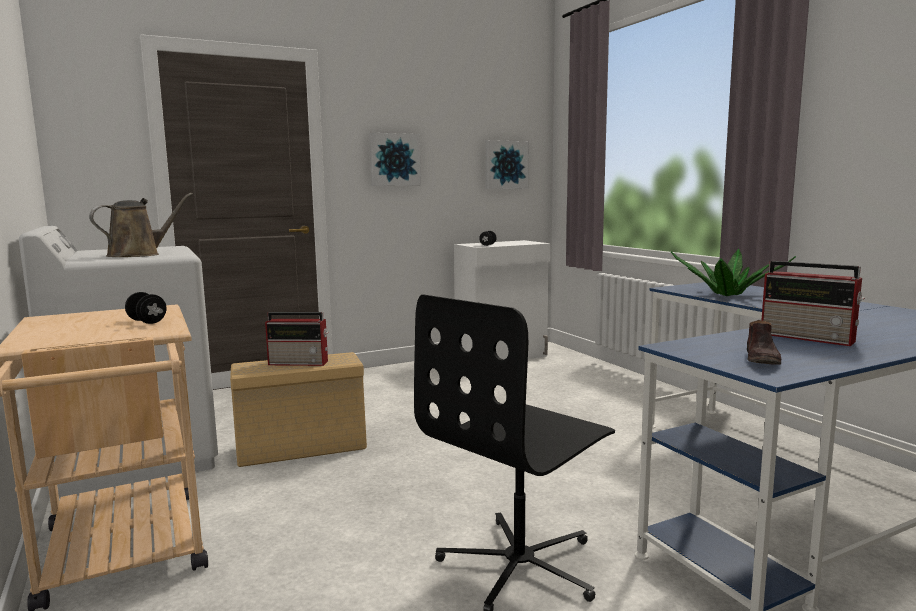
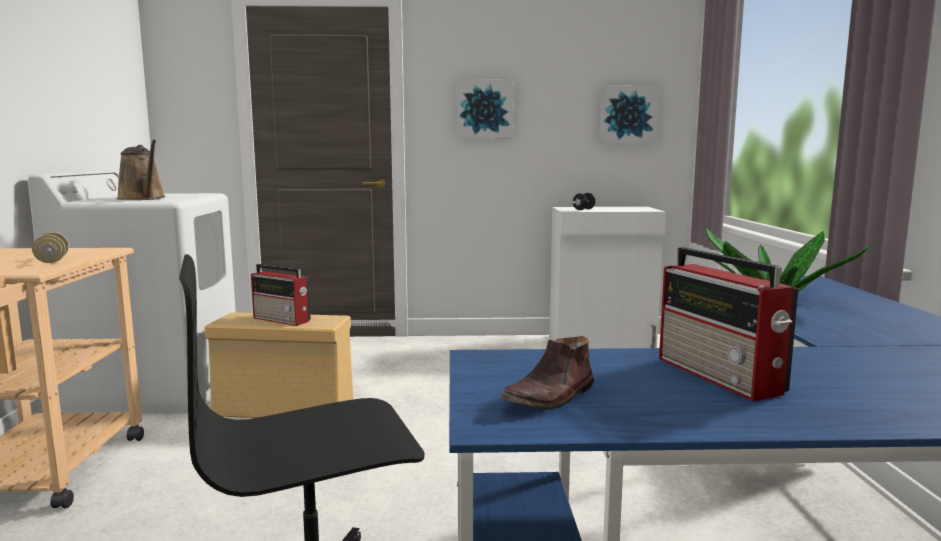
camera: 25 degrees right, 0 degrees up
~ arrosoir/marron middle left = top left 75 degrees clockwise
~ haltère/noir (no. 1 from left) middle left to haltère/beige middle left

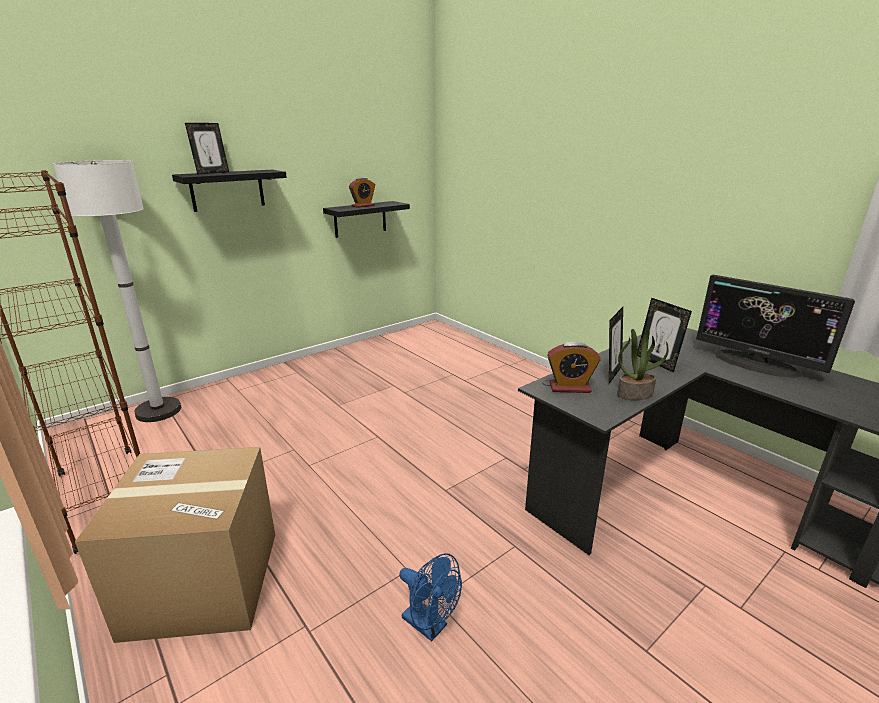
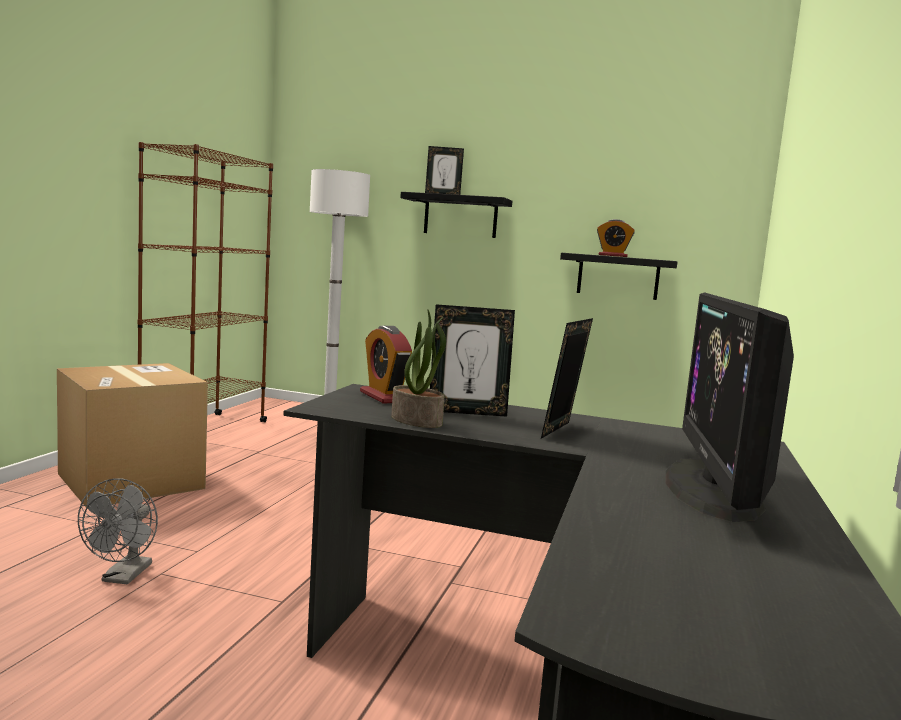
camera: 55 degrees right, 15 degrees down
~ ventilateur/bleu bottom centre to ventilateur/gris bottom left

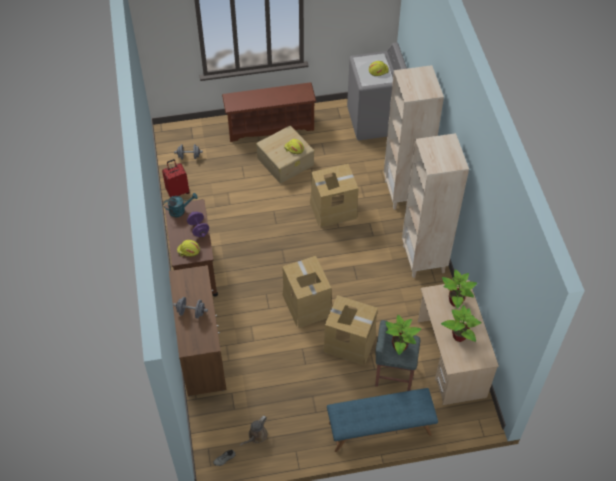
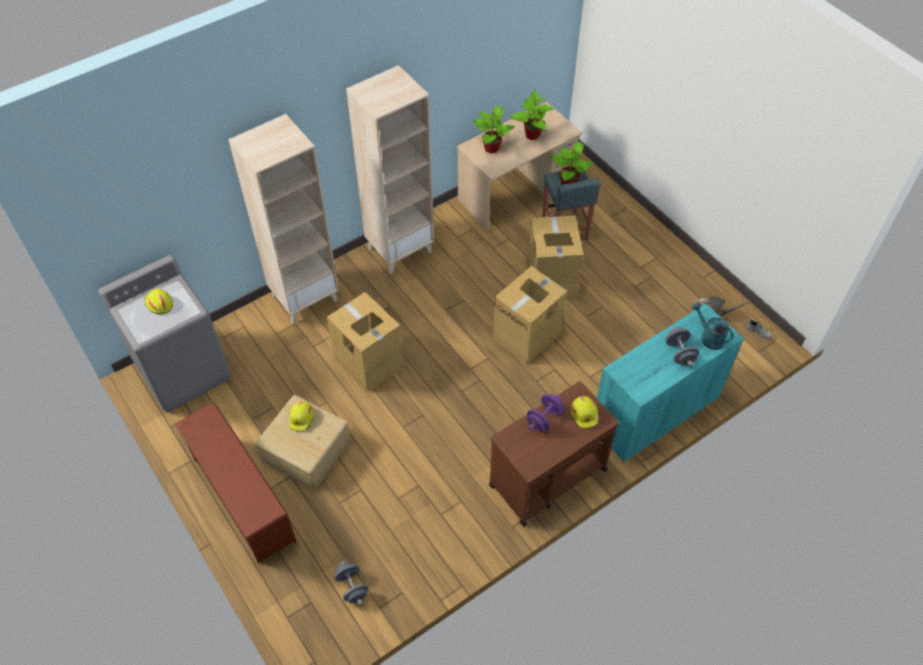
camera: 115 degrees left, 0 degrees up
- valise/rouge middle left
~ arrosoir/turquoise middle left to middle right
~ meuble de rangement/marron bottom left to meuble de rangement/turquoise middle right
- banc/bleu bottom centre

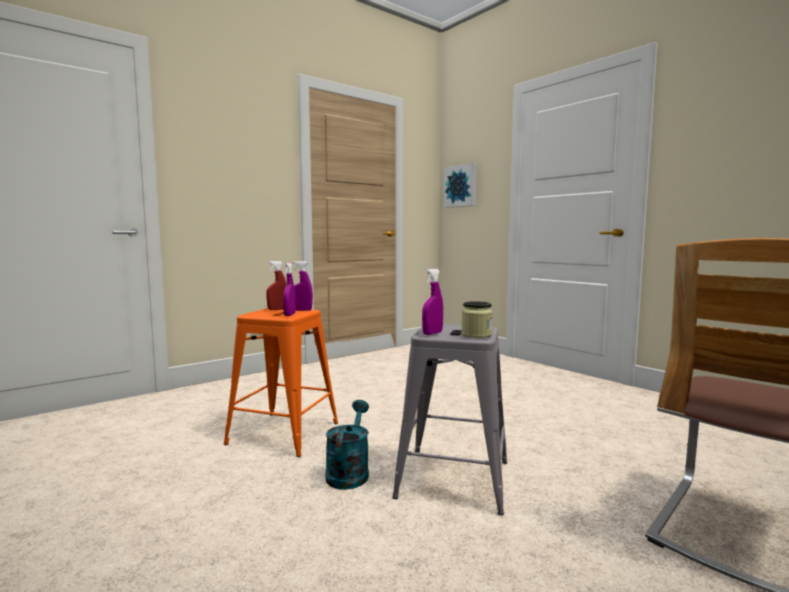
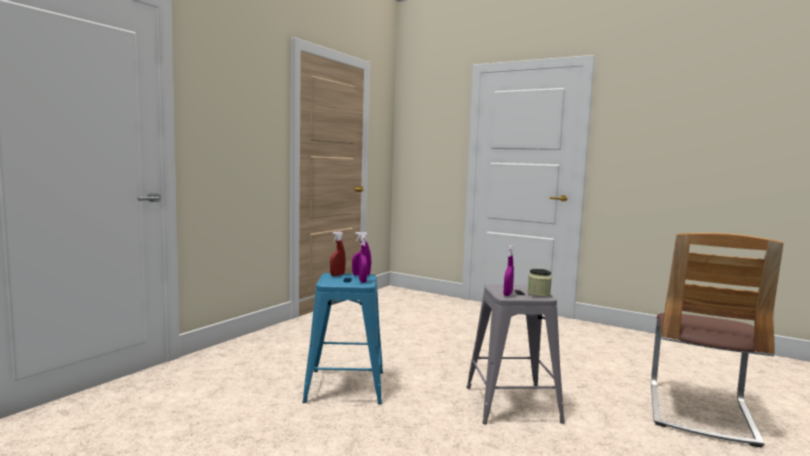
camera: 20 degrees left, 0 degrees up
~ tabouret/orange centre to tabouret/bleu bottom centre
- arrosoir/turquoise bottom centre
- tableau top centre

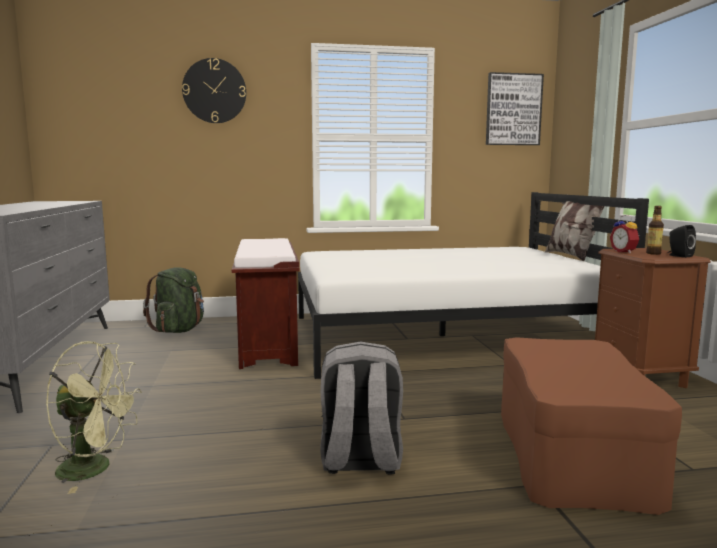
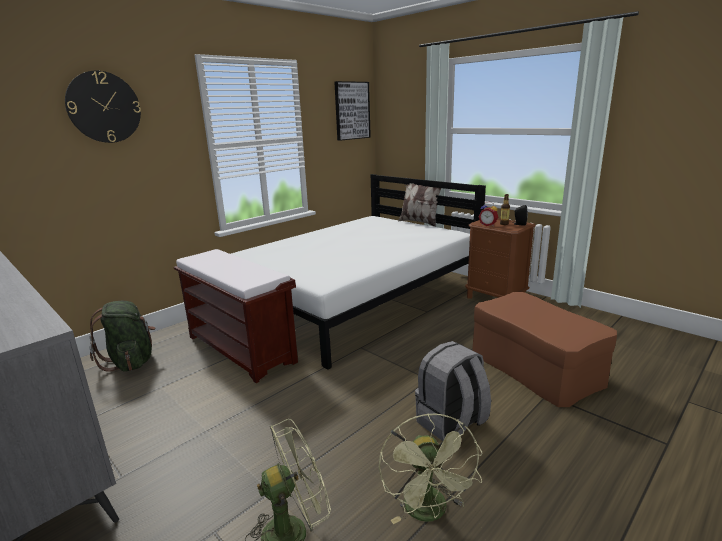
camera: 35 degrees left, 10 degrees up
+ ventilateur/vert (no. 2 from left) bottom centre

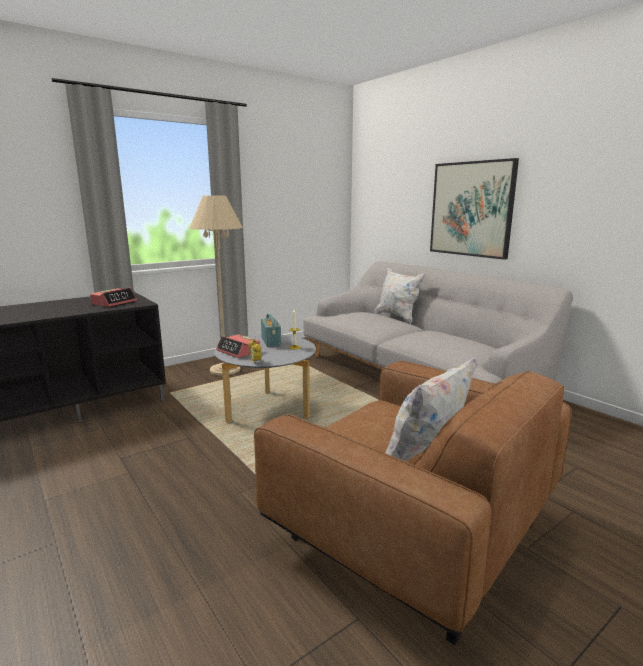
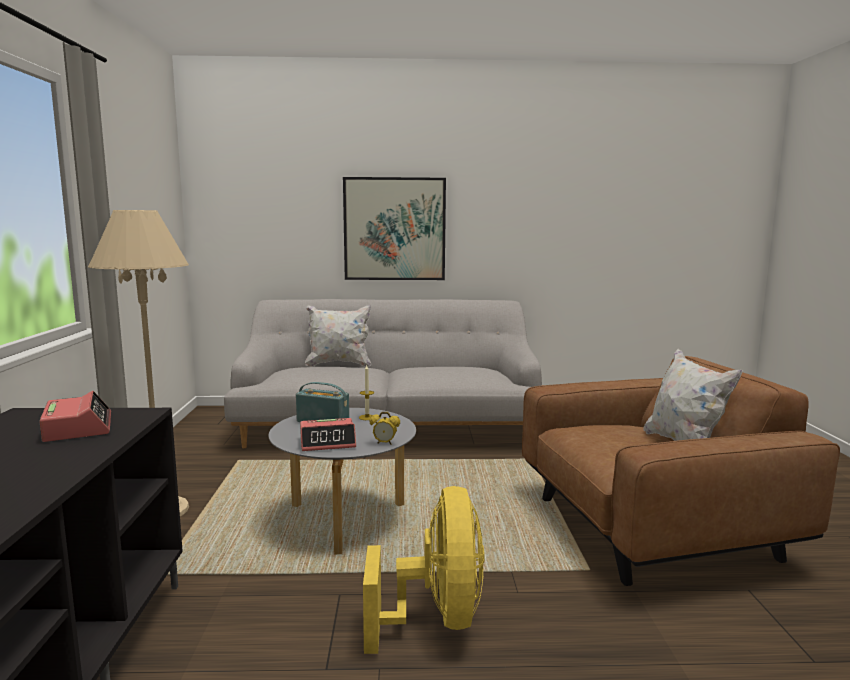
camera: 55 degrees left, 5 degrees down
+ ventilateur/jaune bottom centre

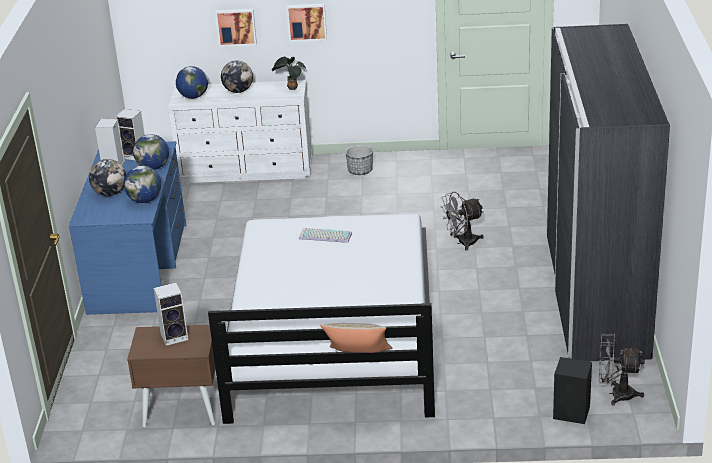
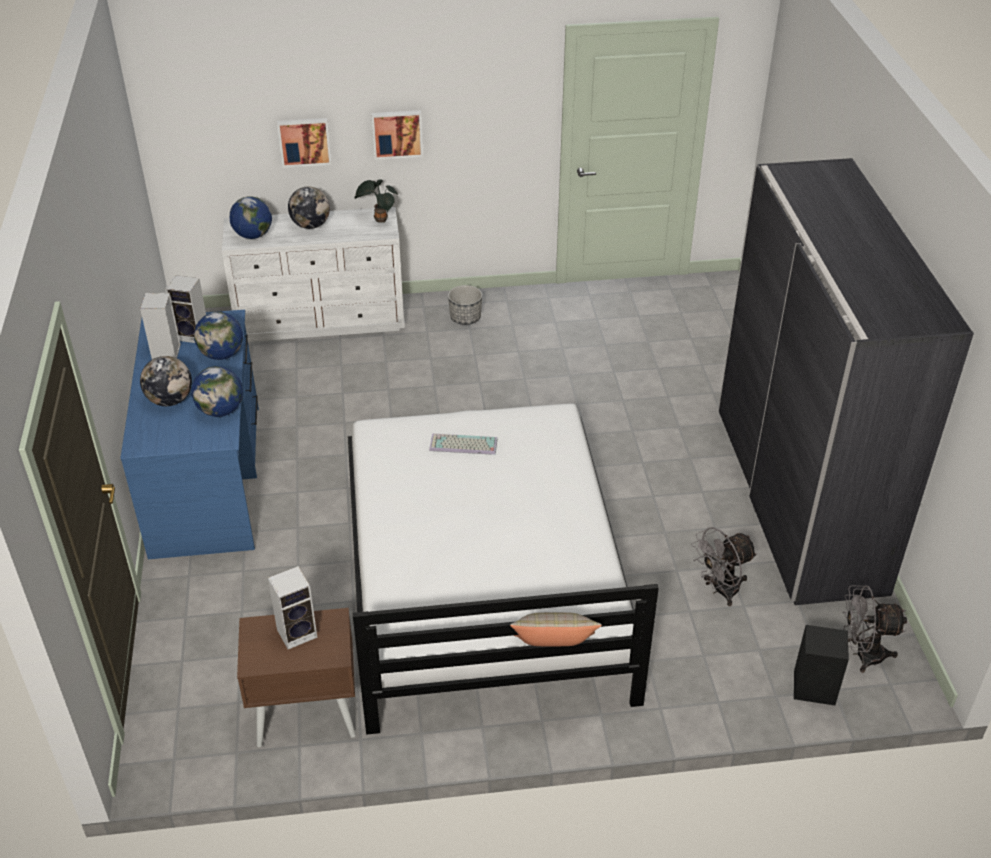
camera: 10 degrees left, 10 degrees up
~ ventilateur/gris (no. 1 from left) centre to middle right

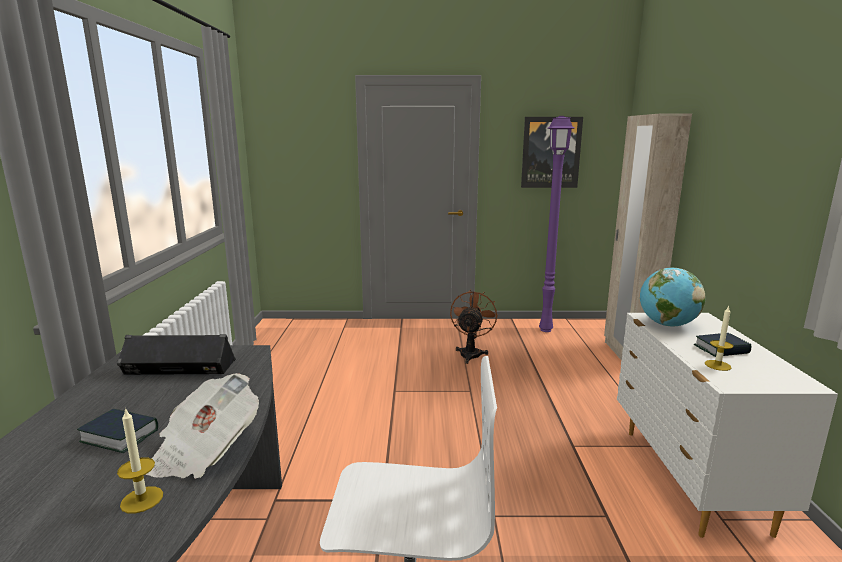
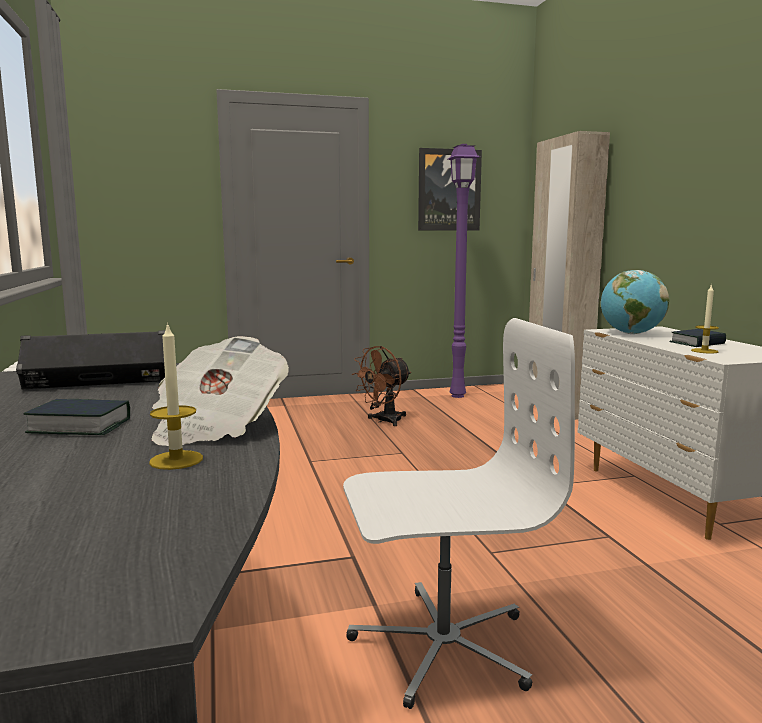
camera: 15 degrees left, 5 degrees down
~ ventilateur/marron centre = centre 135 degrees counterclockwise

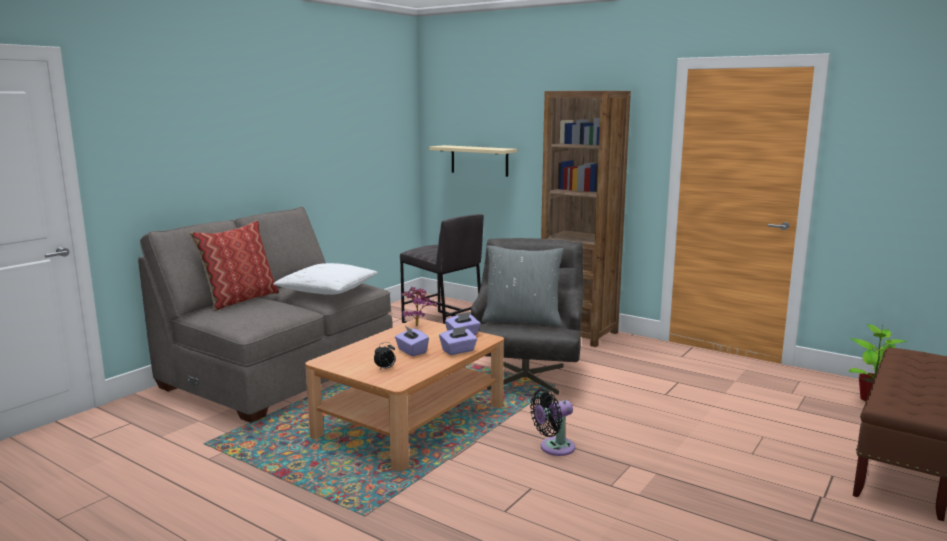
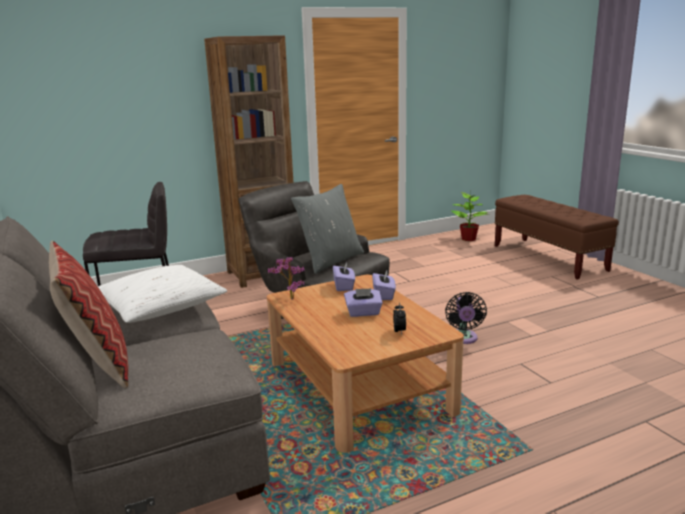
camera: 60 degrees left, 5 degrees up
- étagère/beige top centre

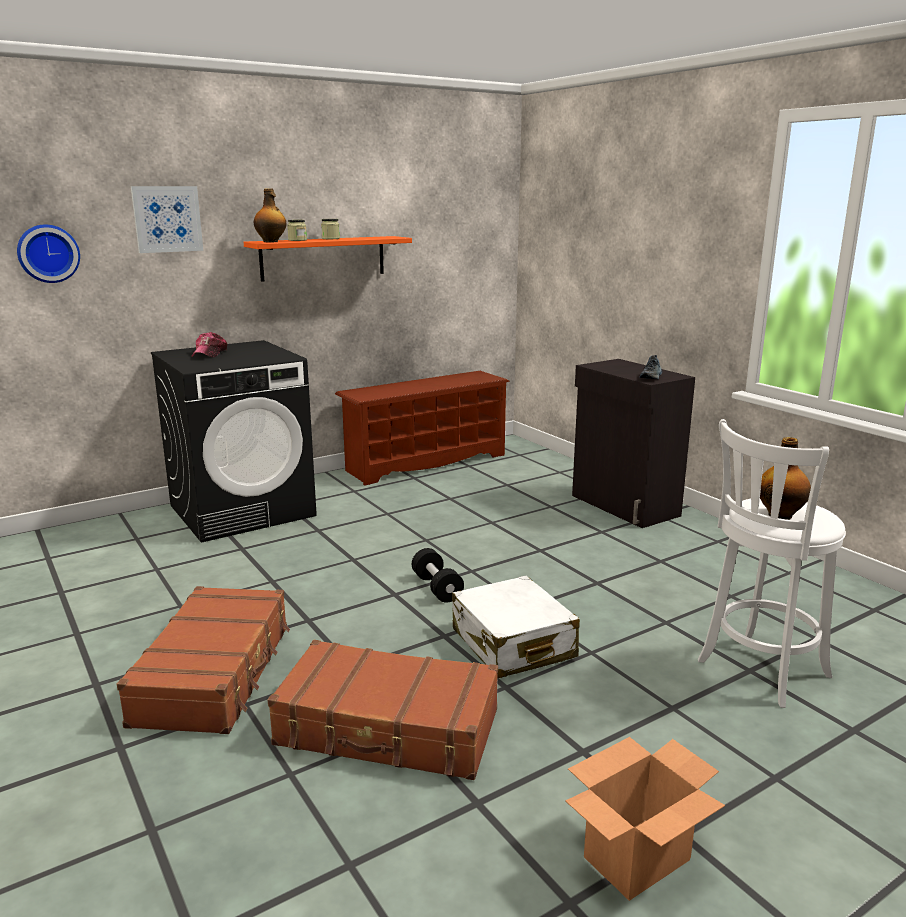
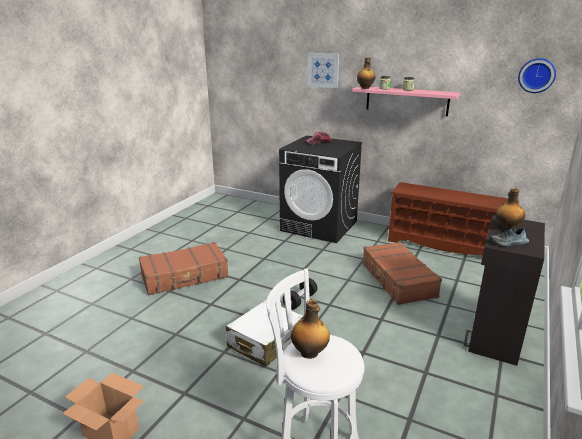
camera: 60 degrees right, 5 degrees up
~ horloge murale top left to top right
~ étagère/orange top centre to étagère/rose top right
~ valise/marron (no. 2 from left) bottom centre to middle right
+ bouteille (no. 3 from left) middle right

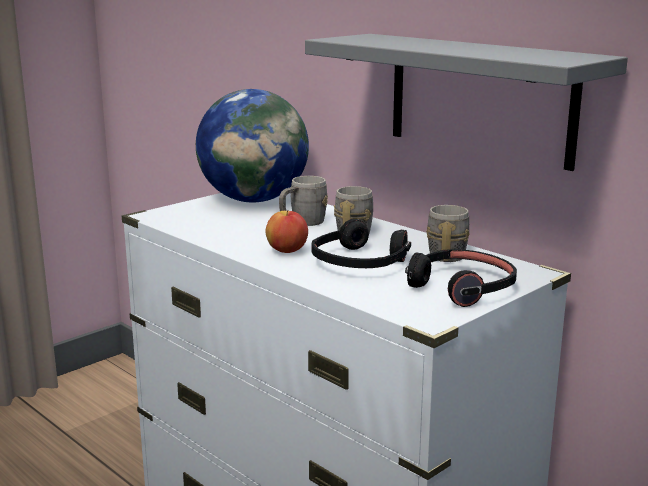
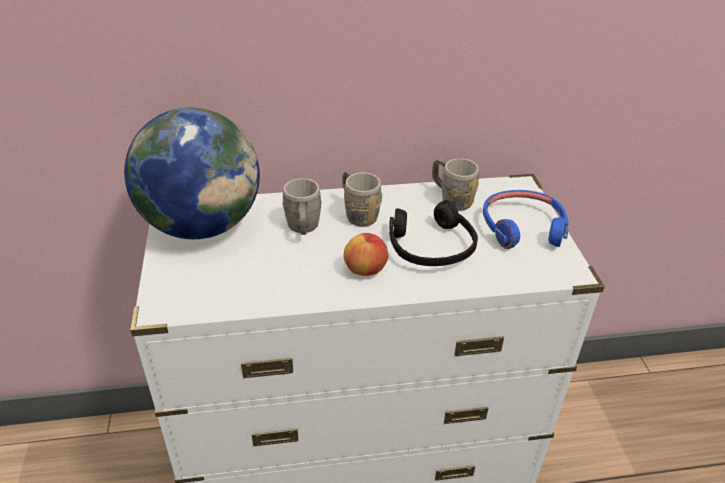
camera: 55 degrees left, 20 degrees up
- étagère/gris top right
~ casque audio/noir (no. 2 from left) middle right to casque audio/bleu middle right

